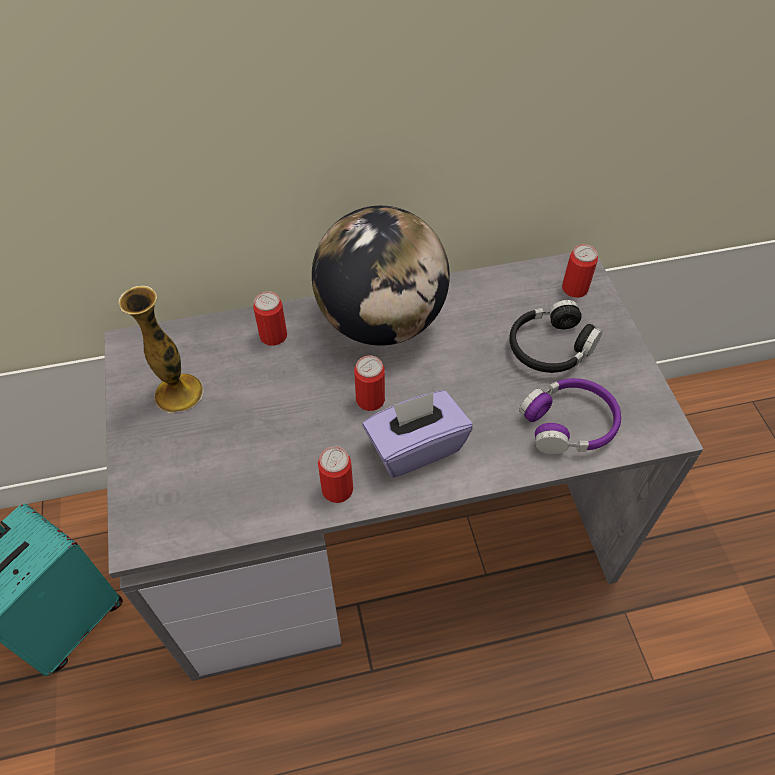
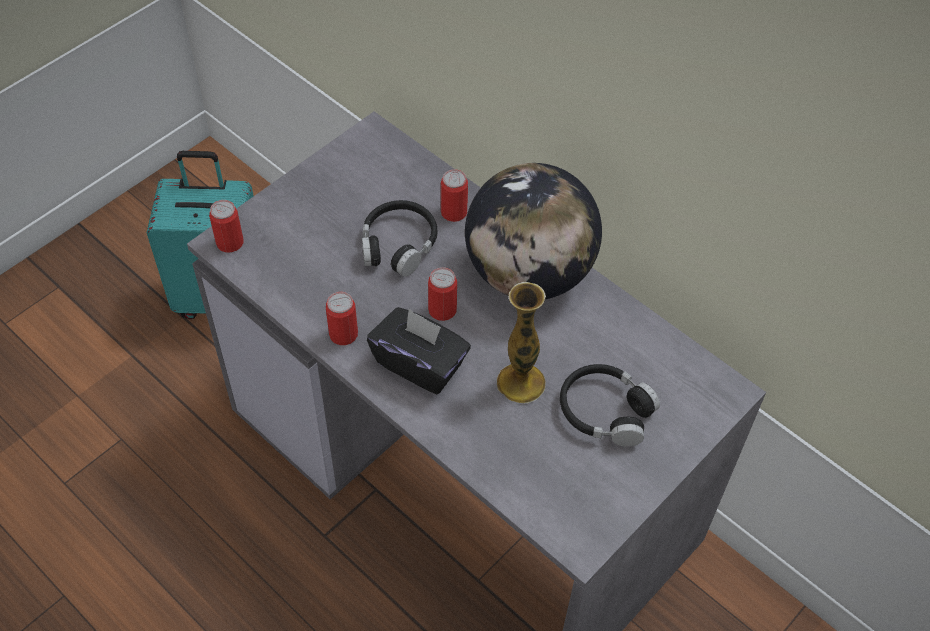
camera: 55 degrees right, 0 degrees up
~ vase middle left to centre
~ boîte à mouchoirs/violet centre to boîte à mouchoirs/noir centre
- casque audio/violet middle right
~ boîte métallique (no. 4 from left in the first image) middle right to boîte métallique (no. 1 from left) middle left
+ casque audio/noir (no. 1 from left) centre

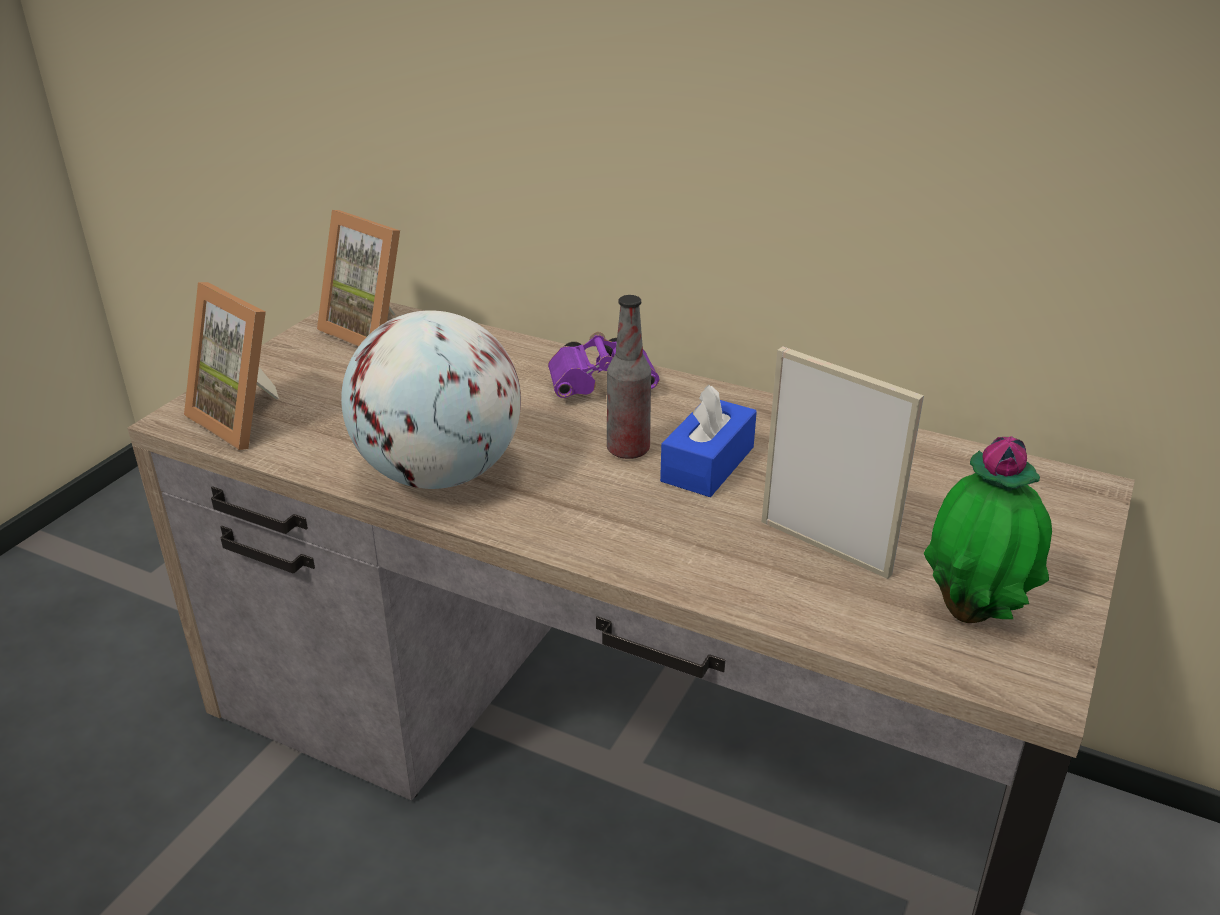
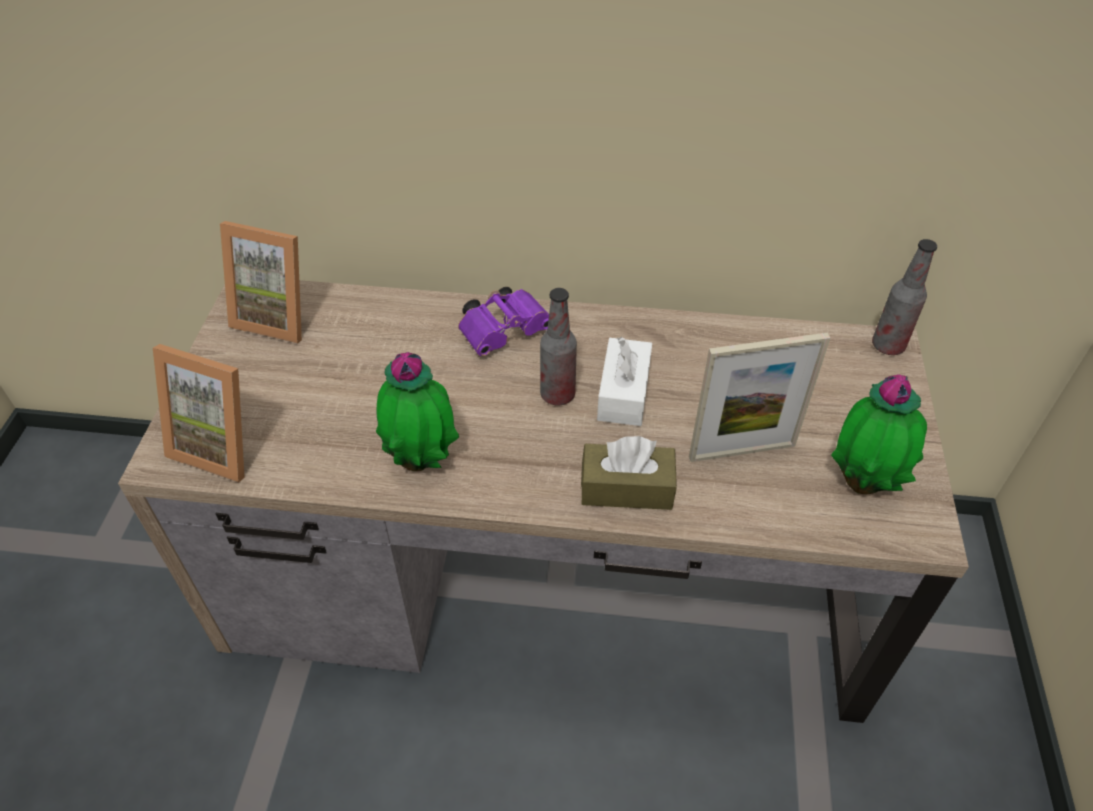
camera: 20 degrees left, 15 degrees up
~ globe centre to plante en pot (no. 1 from left) centre
~ boîte à mouchoirs/bleu centre to boîte à mouchoirs/blanc centre
~ cadre photo (no. 3 from left) middle right = middle right 150 degrees clockwise
+ boîte à mouchoirs/marron centre
+ bouteille (no. 2 from left) middle right

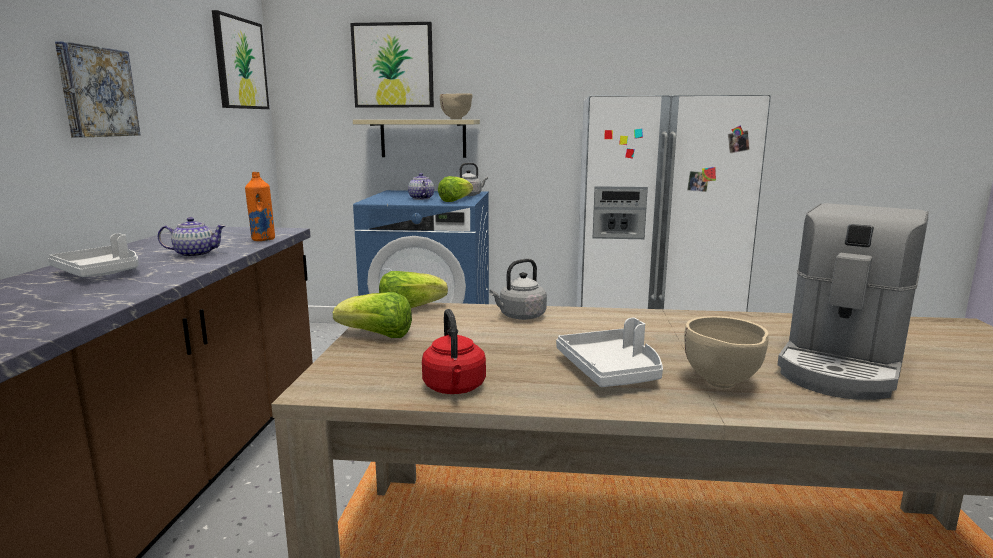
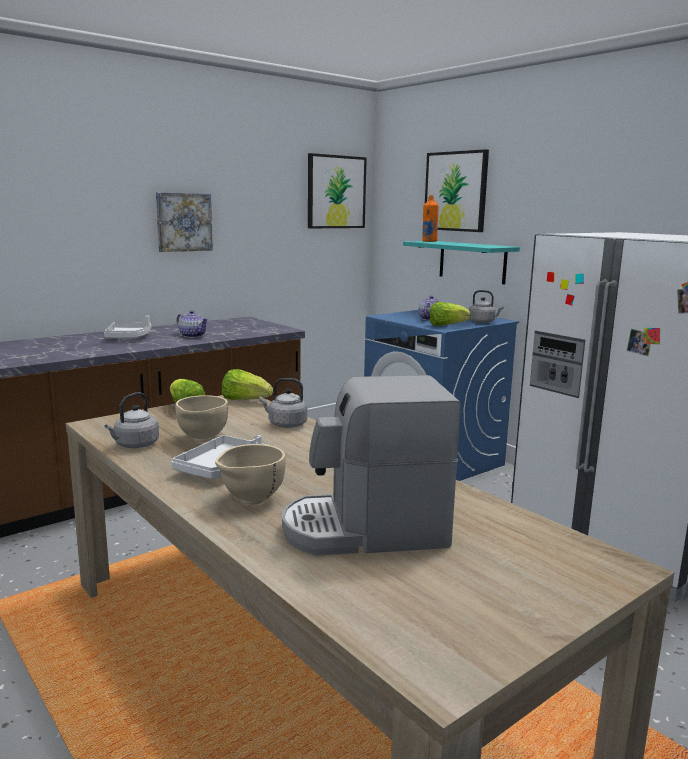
camera: 45 degrees right, 0 degrees up
~ bouteille/orange middle left to top centre
~ étagère/beige top centre to étagère/turquoise middle right
~ bouilloire/rouge centre to bouilloire/gris (no. 1 from left) middle left
~ bol/beige (no. 1 from left) top centre to middle left

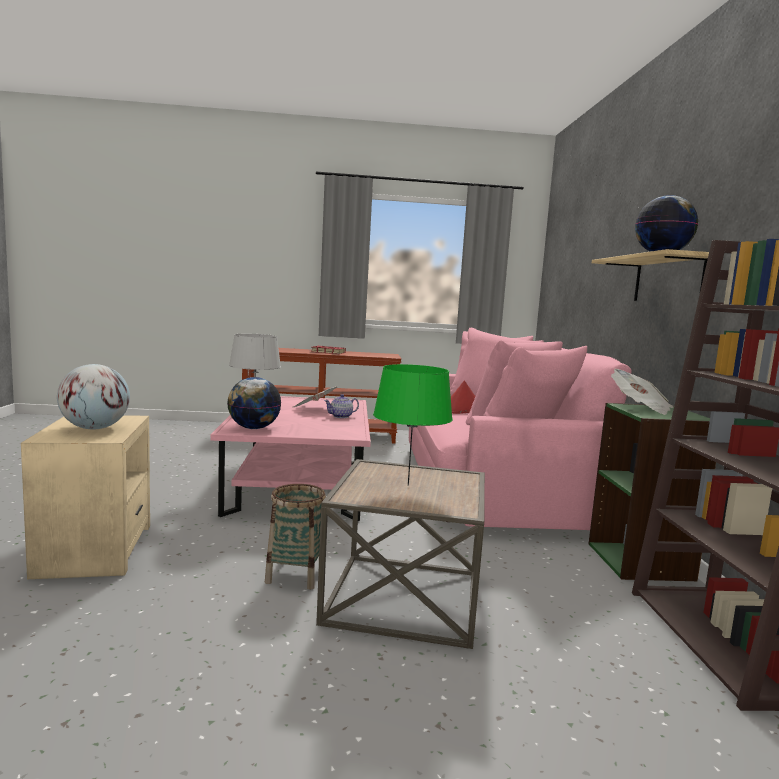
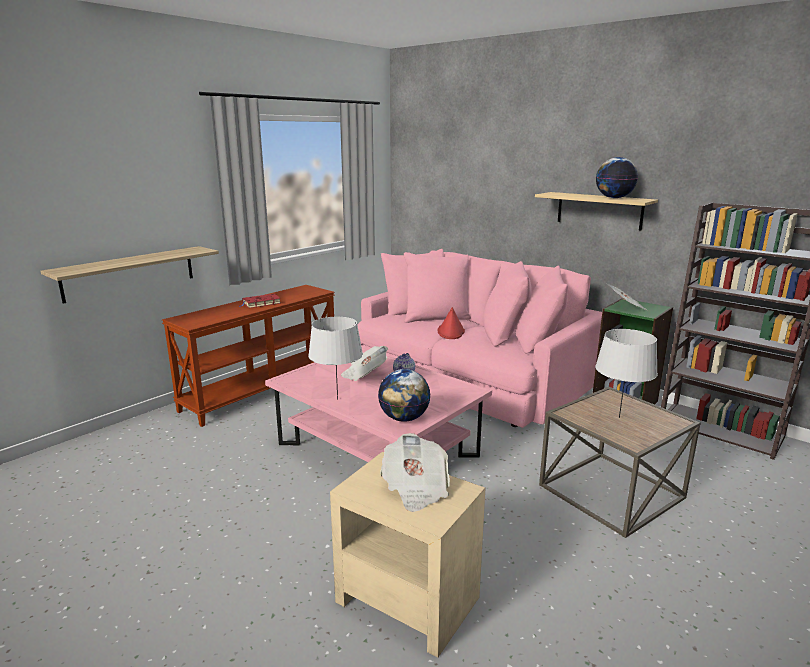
camera: 45 degrees left, 10 degrees up
~ globe (no. 1 from left) middle left to journal (no. 2 from left) bottom centre
- panier bottom centre
~ lampe de table/vert centre to lampe de table/gris (no. 2 from left) middle right
+ étagère (no. 1 from left) middle left

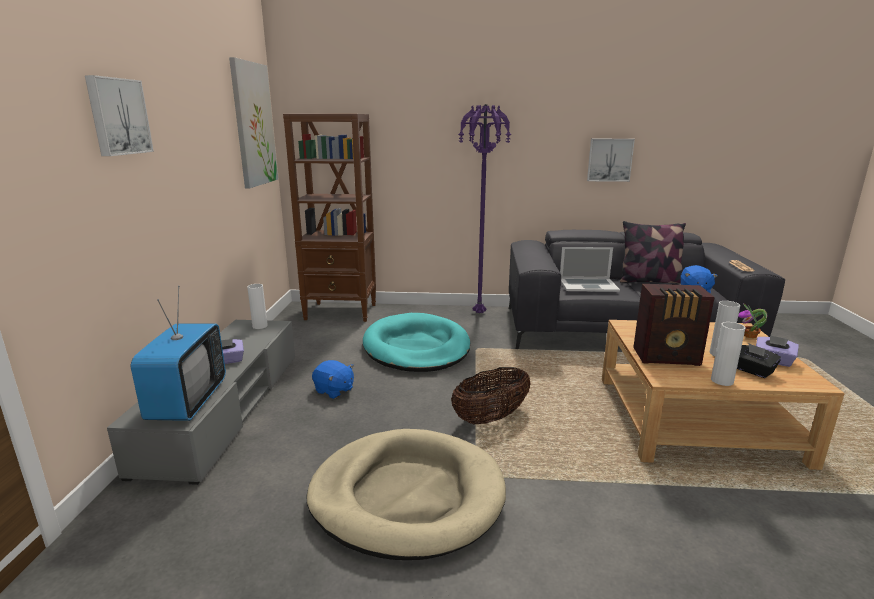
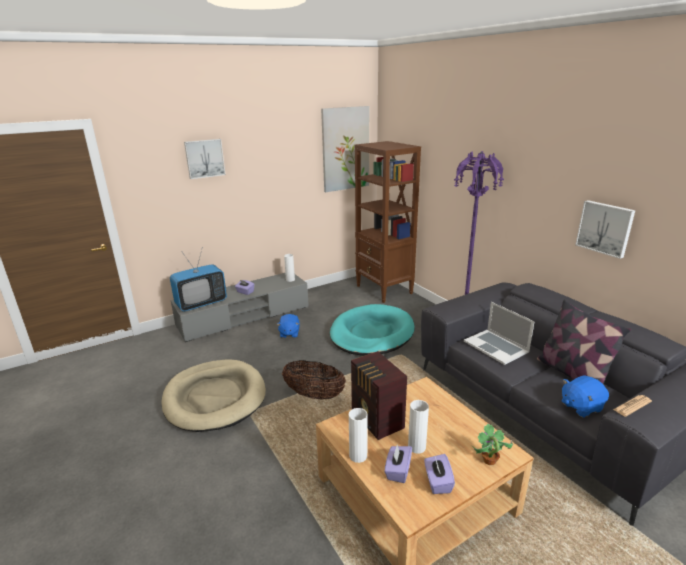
camera: 55 degrees right, 5 degrees up
~ boîte à mouchoirs/noir middle right to boîte à mouchoirs/violet (no. 2 from left) bottom centre

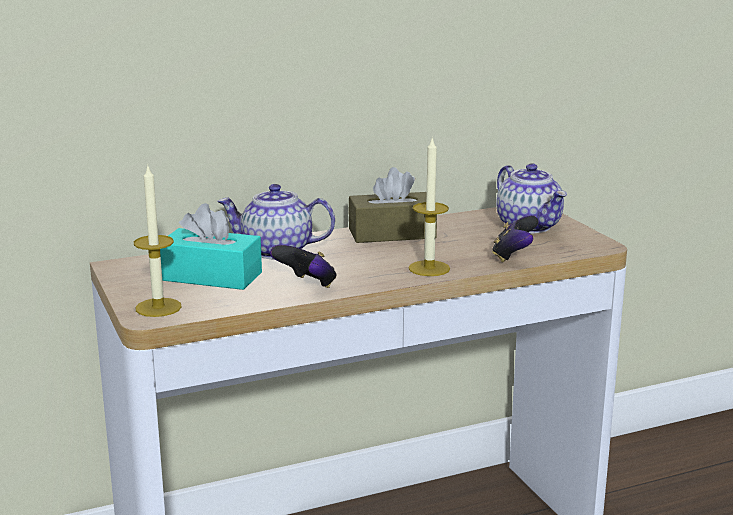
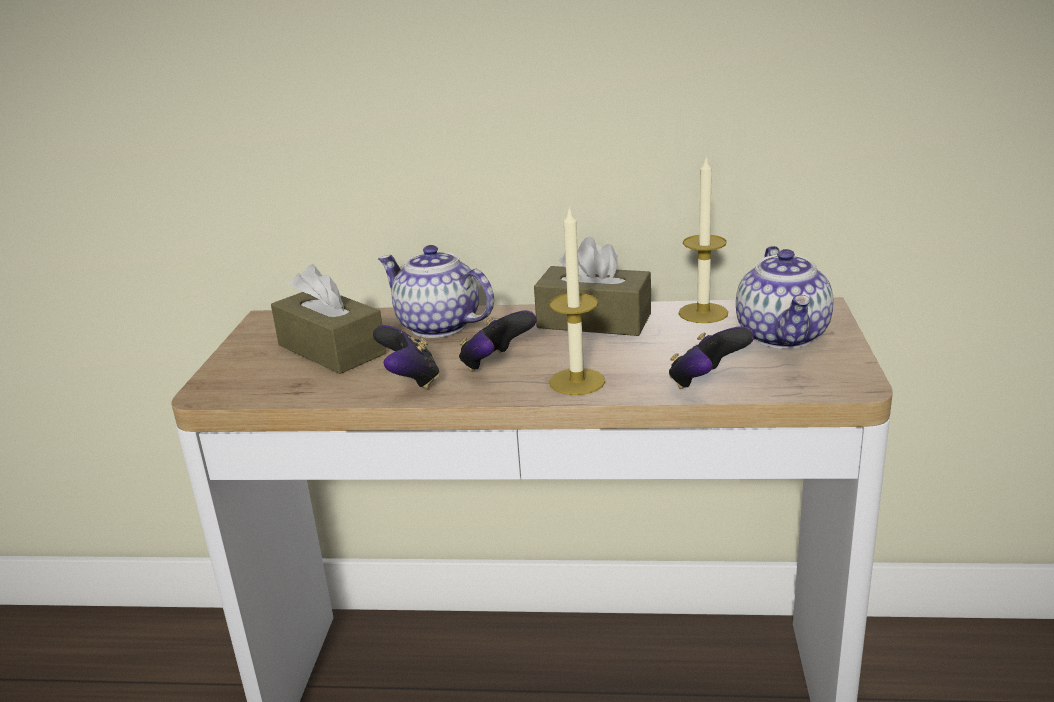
camera: 30 degrees right, 5 degrees up
~ bougie (no. 1 from left in the first image) middle left to bougie (no. 2 from left) middle right
~ boîte à mouchoirs/turquoise middle left to boîte à mouchoirs/marron (no. 1 from left) middle left
+ manette (no. 2 from left) centre

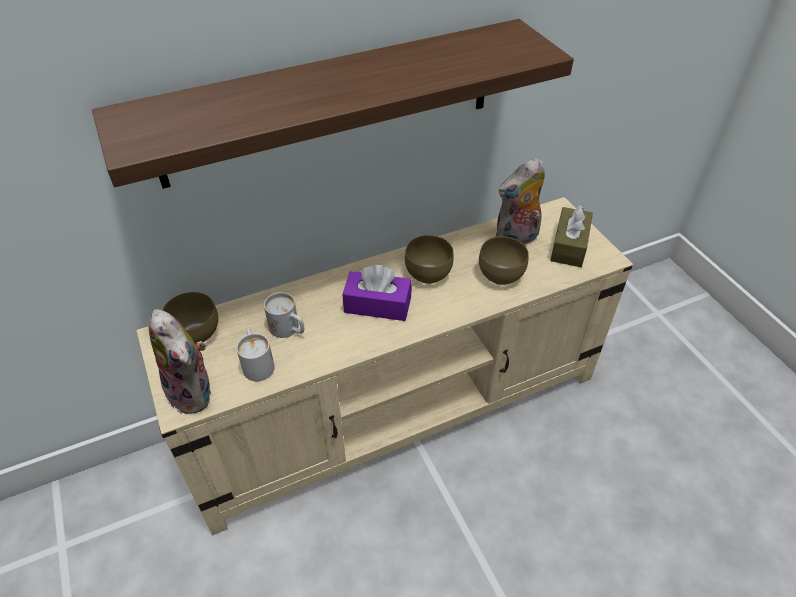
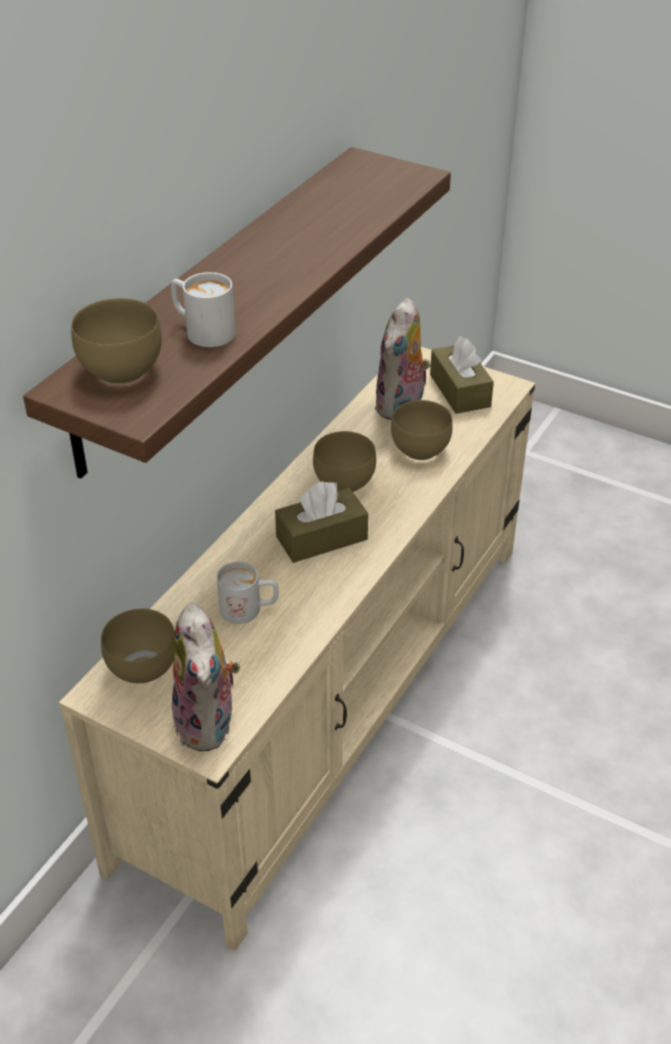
camera: 35 degrees left, 5 degrees down
~ peluche (no. 1 from left) middle left = middle left 60 degrees clockwise
~ mug/blanc (no. 1 from left) middle left to top left
~ boîte à mouchoirs/violet centre to boîte à mouchoirs/marron (no. 1 from left) centre
+ bol/marron (no. 1 from left) top left

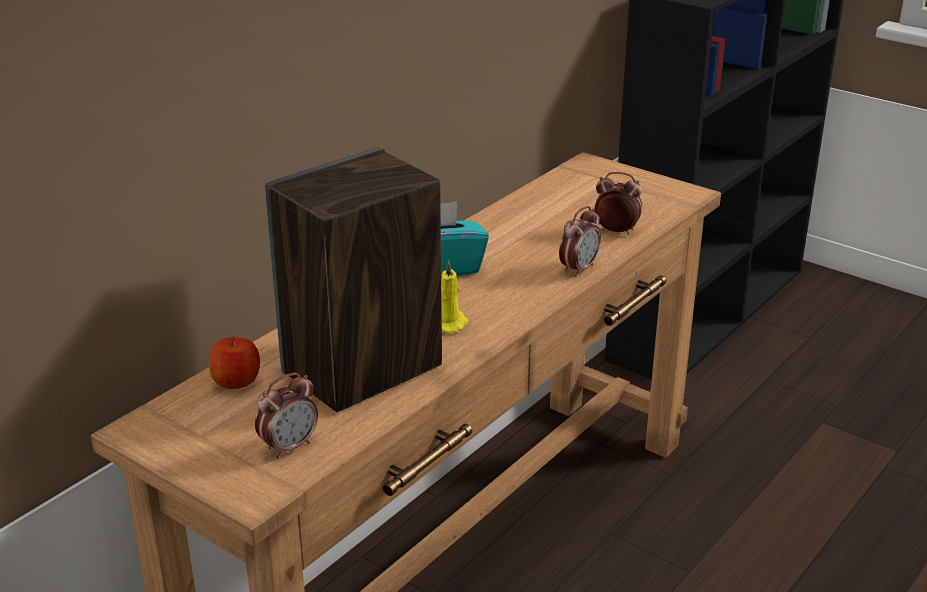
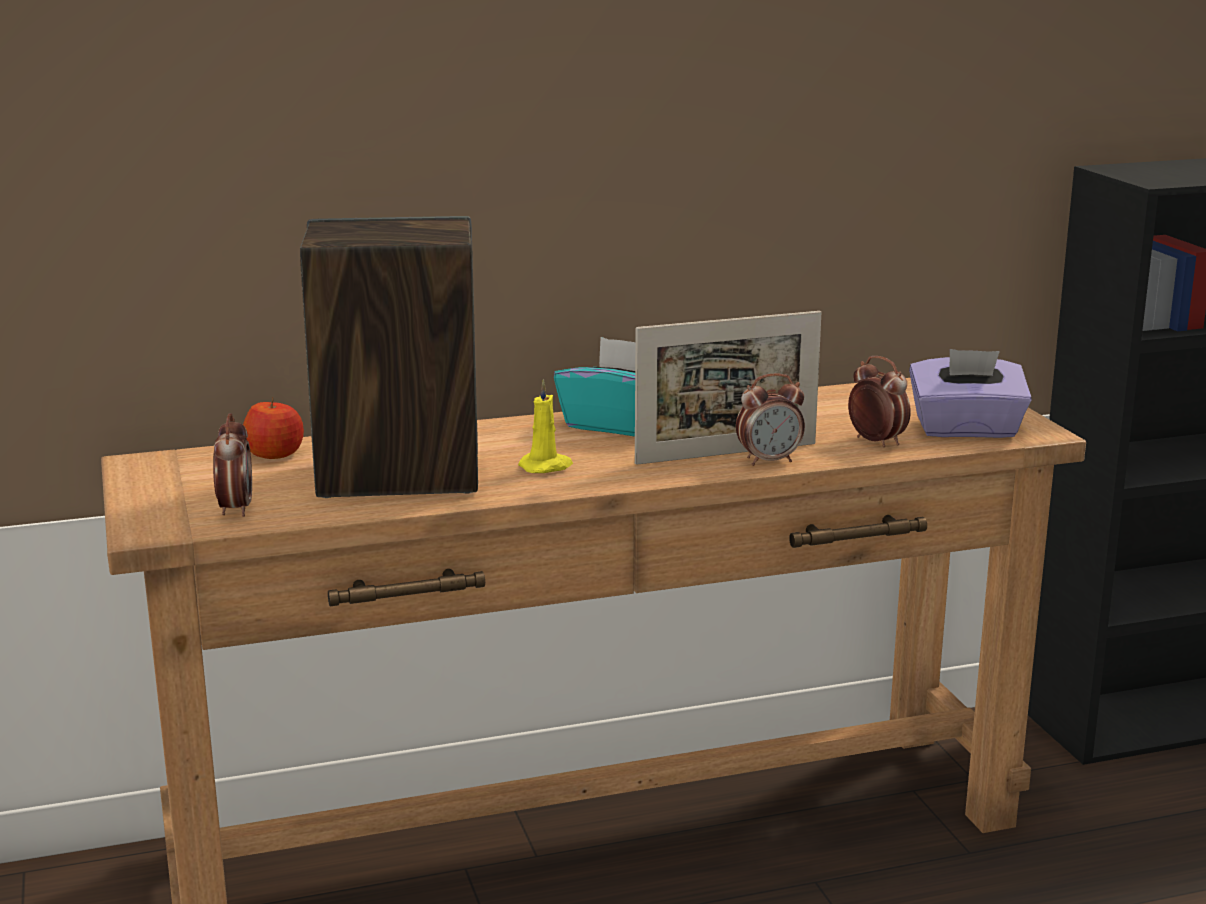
camera: 35 degrees right, 10 degrees down
~ réveil (no. 1 from left) bottom left = middle left 90 degrees counterclockwise
+ cadre photo centre
+ boîte à mouchoirs/violet middle right

